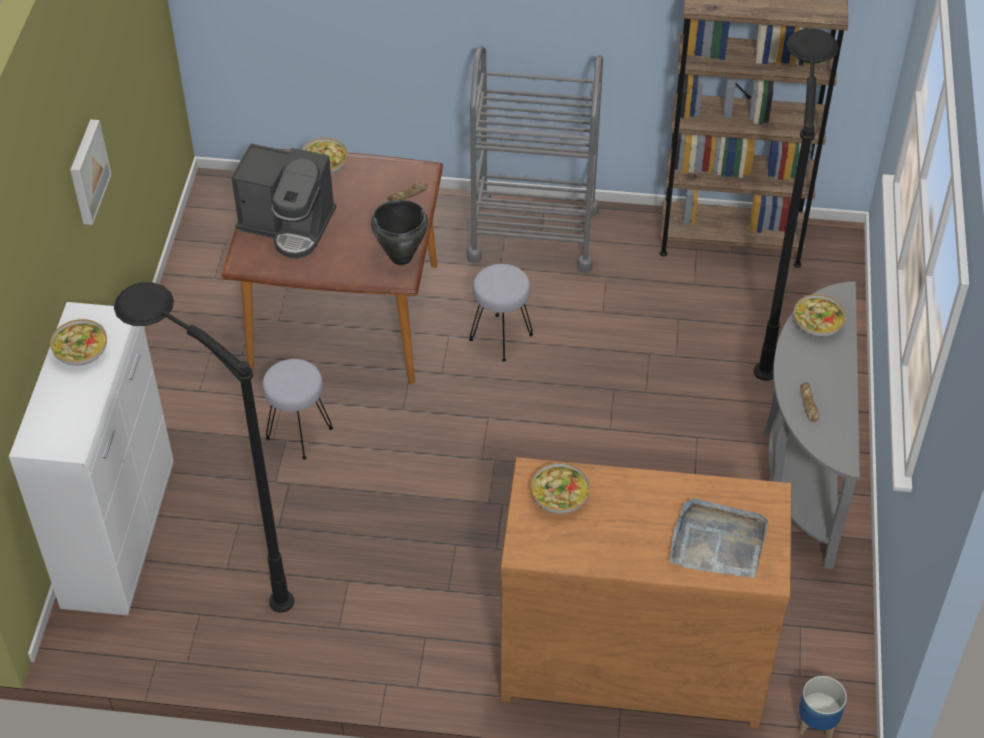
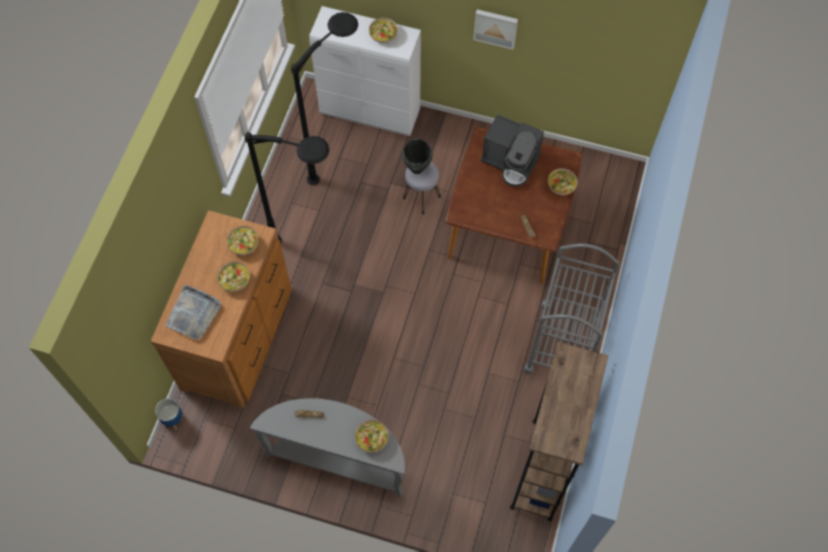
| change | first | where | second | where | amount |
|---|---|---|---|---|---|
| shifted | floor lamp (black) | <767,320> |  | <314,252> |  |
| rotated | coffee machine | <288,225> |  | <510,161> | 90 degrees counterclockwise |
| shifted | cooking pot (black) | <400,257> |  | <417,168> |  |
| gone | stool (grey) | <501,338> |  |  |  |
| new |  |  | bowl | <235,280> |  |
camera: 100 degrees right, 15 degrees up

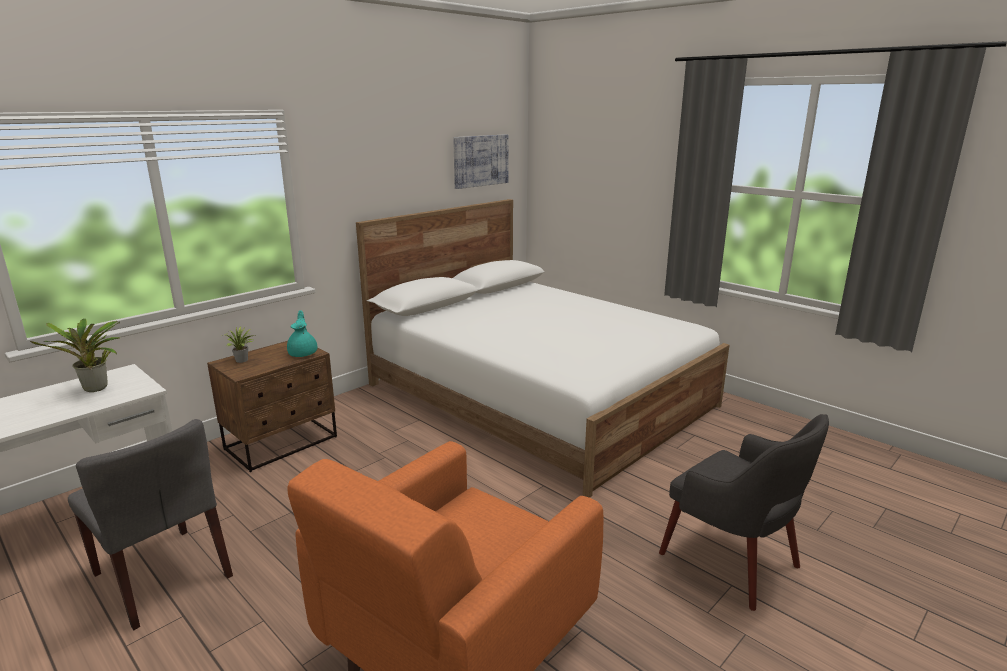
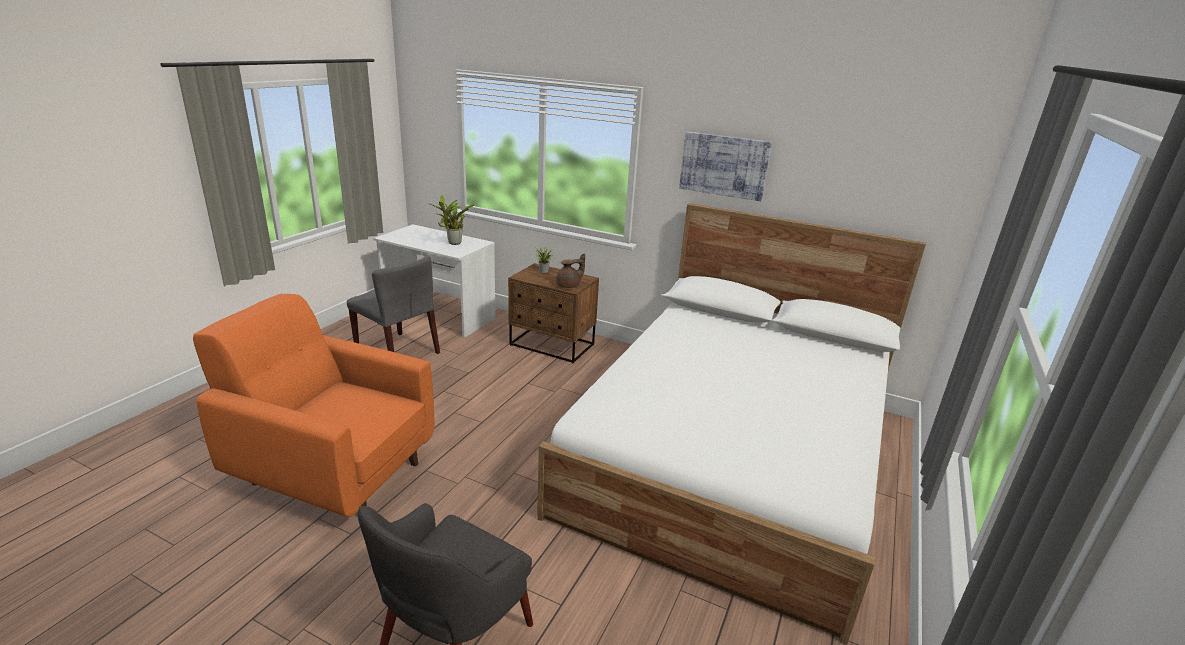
| change | first | where | second | where | amount |
|---|---|---|---|---|---|
| shifted | picture | <480,160> |  | <724,165> |  |
| repainted | teapot (turquoise) | <303,353> | teapot (brown) | <569,286> |  |
| rotated | chair (grey) | <163,575> |  | <398,352> | 75 degrees counterclockwise |
camera: 70 degrees right, 5 degrees up

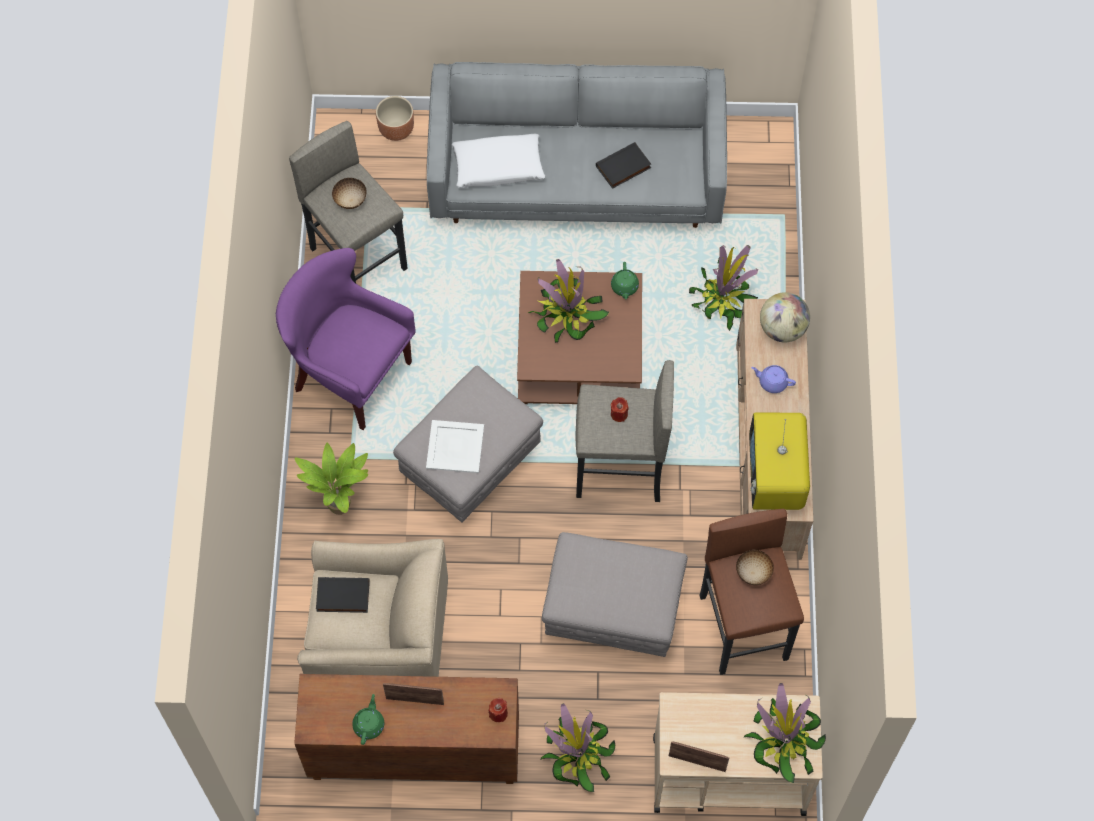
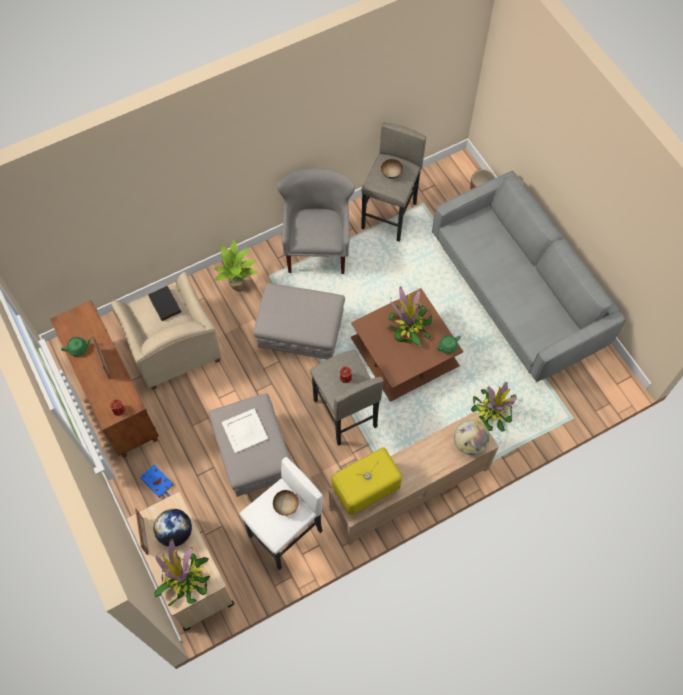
| change | first | where | second | where | amount |
|---|---|---|---|---|---|
| gone | pillow (white) | <498,167> |  |  |  |
| gone | book (black) | <623,168> |  |  |  |
| repainted | armchair (purple) | <350,374> | armchair (grey) | <317,249> |  |
| gone | teapot (purple) | <772,382> |  |  |  |
| shifted | tray (white) | <455,447> |  | <244,431> |  |
| repainted | stool (brown) | <744,627> | stool (white) | <286,533> |  |
| swapped | potted plant | <577,754> | book (blue) | <158,482> |  |
| new |  |  | globe | <175,532> |  |
camera: 60 degrees right, 0 degrees up

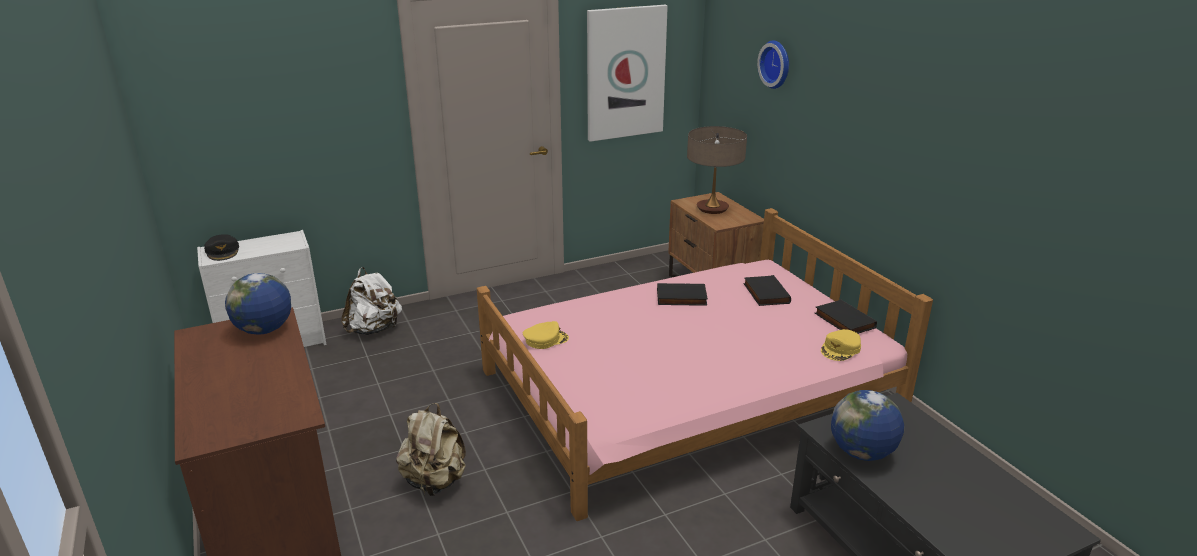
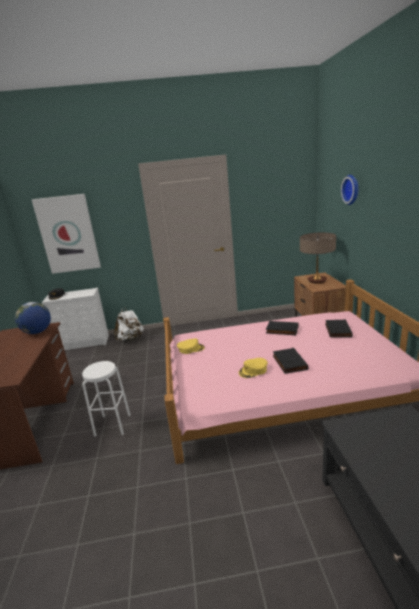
| change | first | where | second | where | amount |
|---|---|---|---|---|---|
| shifted | picture | <625,73> |  | <68,234> |  |
| shifted | book (black) | <843,321> |  | <288,362> |  |
| shifted | cap (yellow) | <840,349> |  | <253,370> |  |
| gone | globe | <862,453> |  |  |  |
| swapped | backpack (beige) | <435,481> | stool (white) | <113,425> |  |
camera: 20 degrees right, 5 degrees down

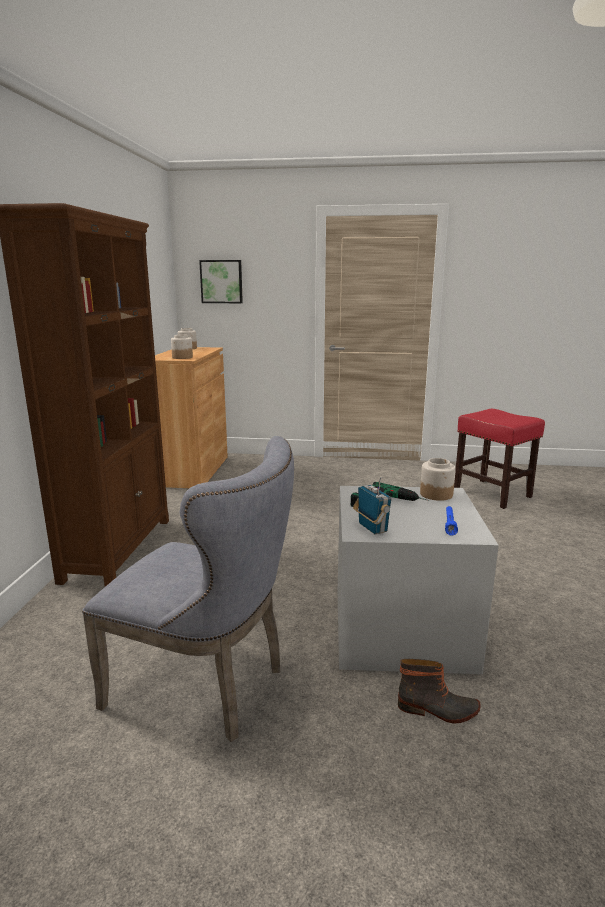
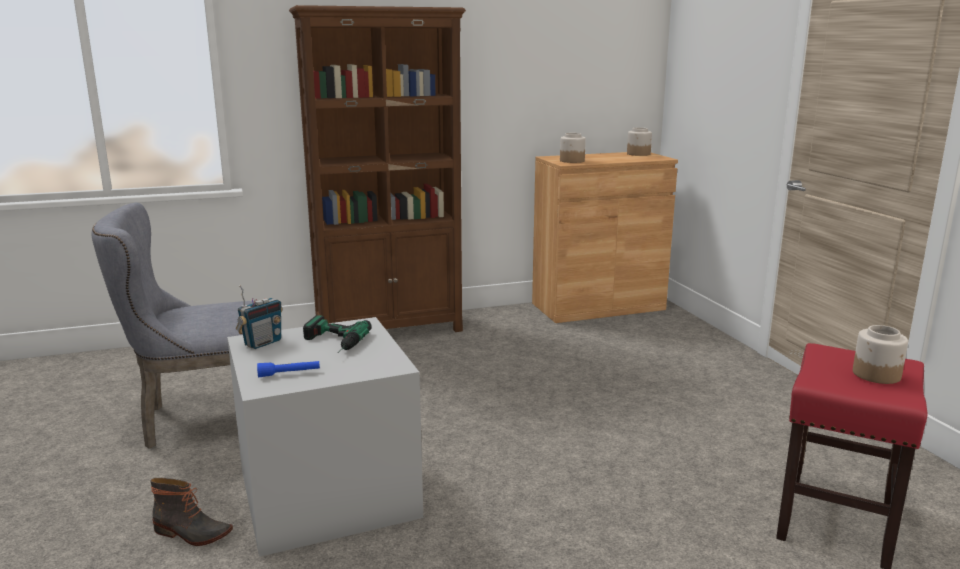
| change | first | where | second | where | amount |
|---|---|---|---|---|---|
| gone | picture | <221,281> |  |  |  |
| rotated | chair (grey) | <208,686> |  | <203,419> | 75 degrees clockwise |
| shifted | jar | <436,494> |  | <877,375> |  |
| rotated | boot | <438,710> |  | <192,534> | 60 degrees counterclockwise |
camera: 65 degrees right, 0 degrees up

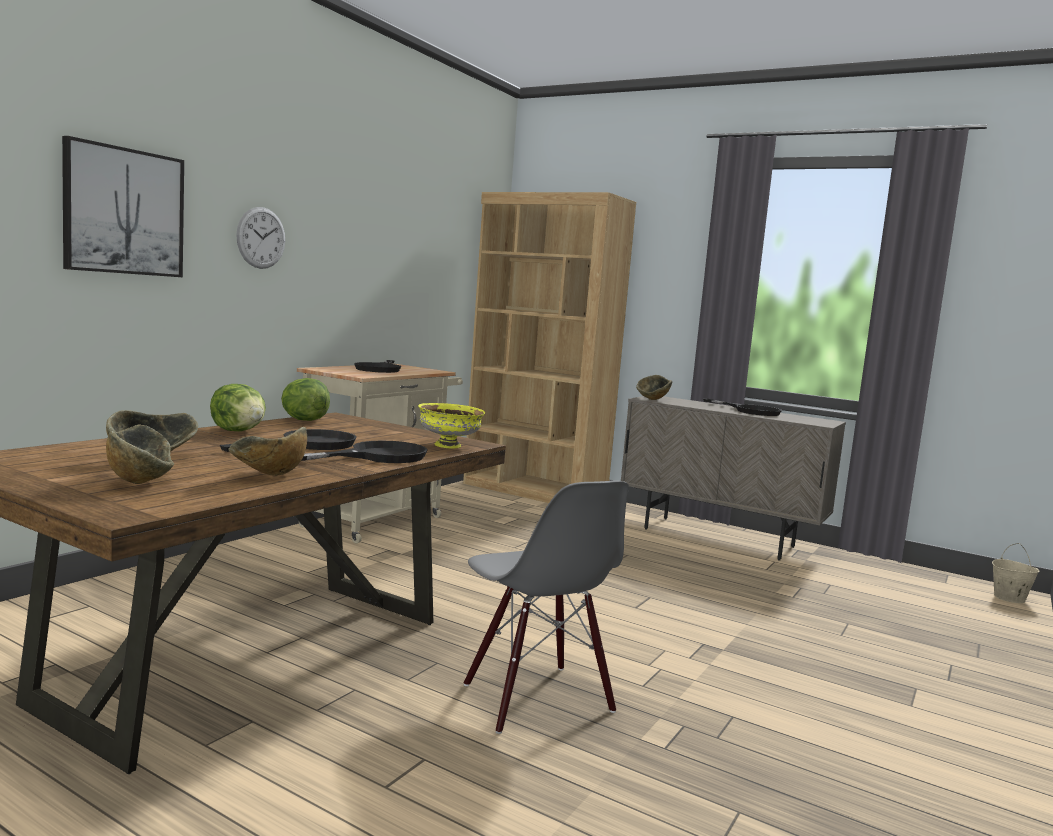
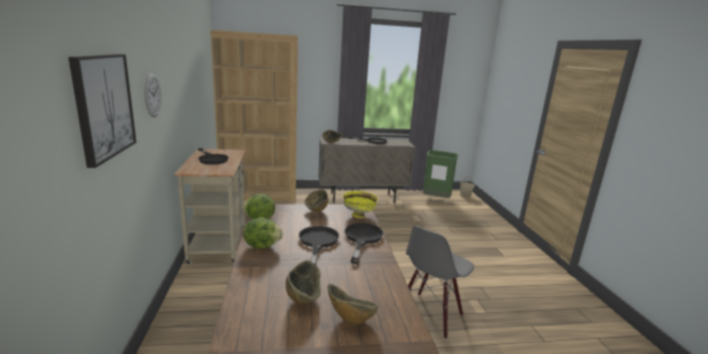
| change | first | where | second | where | amount |
|---|---|---|---|---|---|
| shifted | bowl | <270,475> |  | <316,212> |  |
| rotated | chair (grey) | <536,698> |  | <430,314> | 105 degrees clockwise |
| new |  |  | trash can (green) | <436,199> |  |
camera: 40 degrees left, 10 degrees up

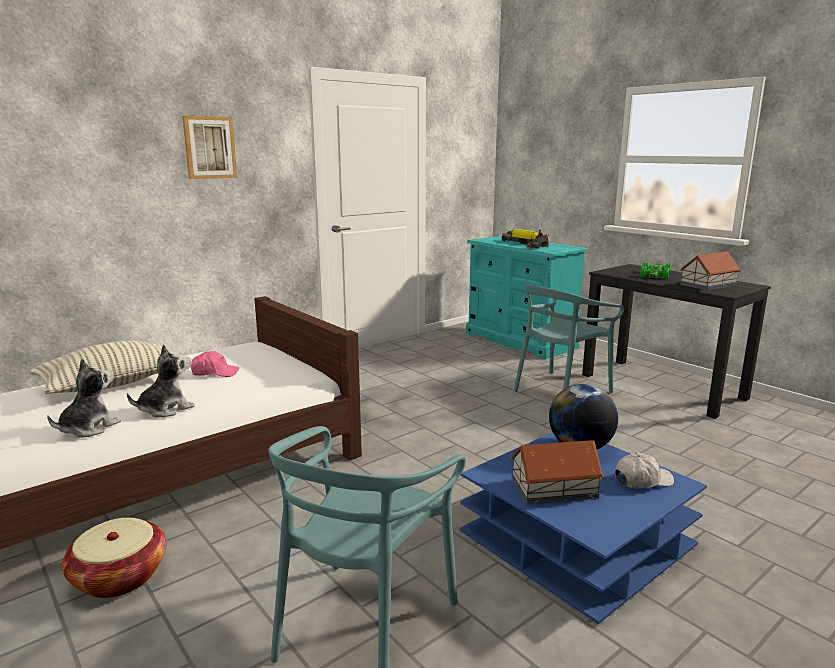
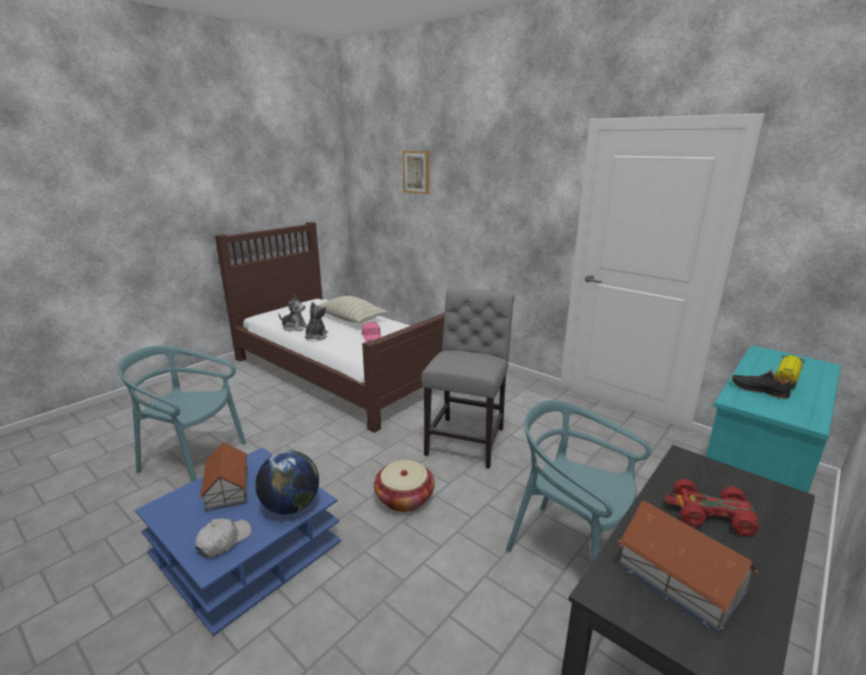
| change | first | where | second | where | amount |
|---|---|---|---|---|---|
| shifted | picture | <209,147> |  | <416,172> |  |
| repainted | toy car (green) | <655,275> | toy car (red) | <709,514> |  |
| rotated | plush toy | <166,409> |  | <316,336> | 120 degrees counterclockwise |
| rotated | cap (white) | <642,480> |  | <223,541> | 120 degrees counterclockwise |
| shifted | basket | <120,577> |  | <404,498> |  |
| new |  |  | chair (grey) | <467,439> |  |
camera: 80 degrees right, 5 degrees up

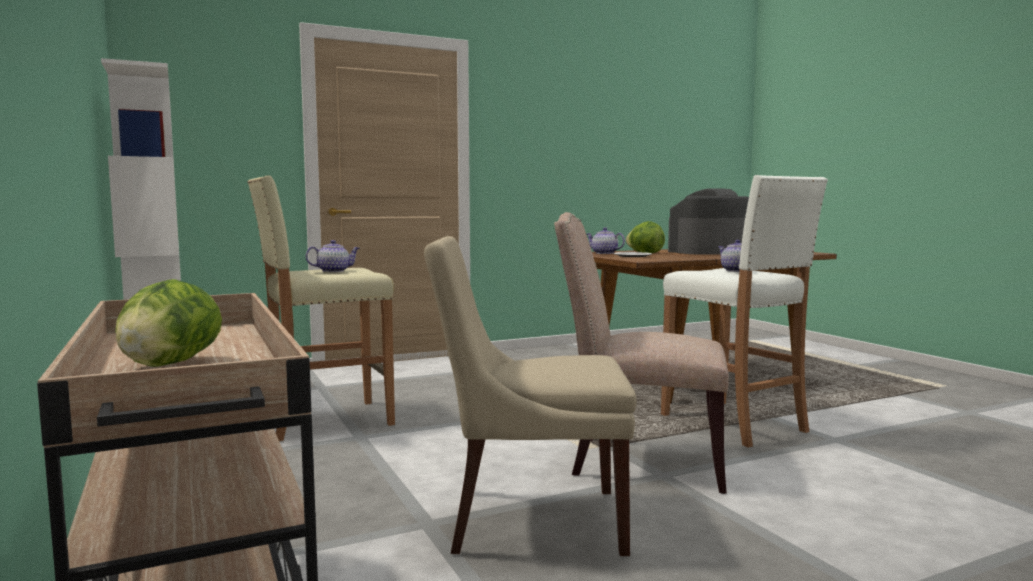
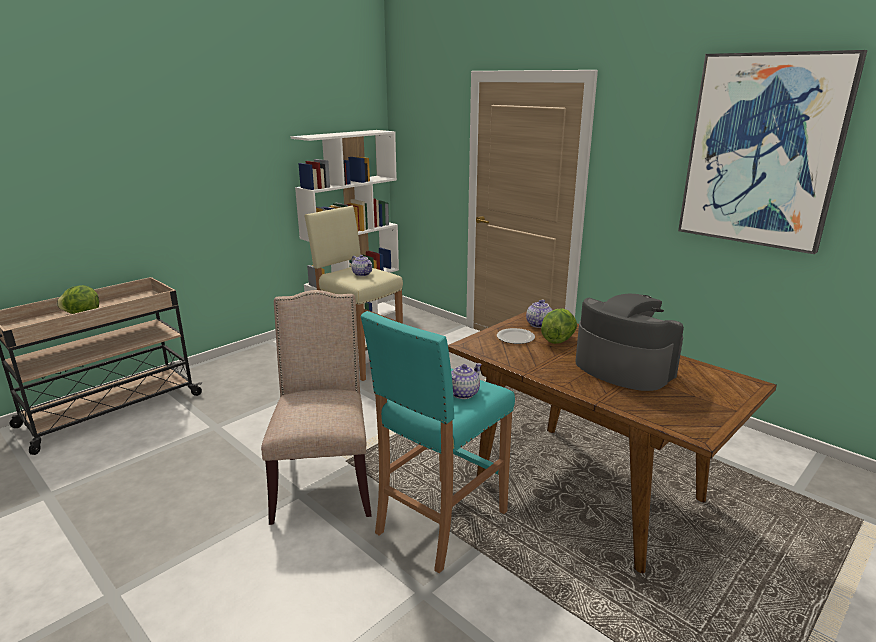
| change | first | where | second | where | amount |
|---|---|---|---|---|---|
| repainted | stool (white) | <733,424> | stool (turquoise) | <440,522> |  |
| gone | chair (beige) | <529,520> |  |  |  |
| new |  |  | picture | <762,151> |  |
camera: 70 degrees right, 15 degrees up

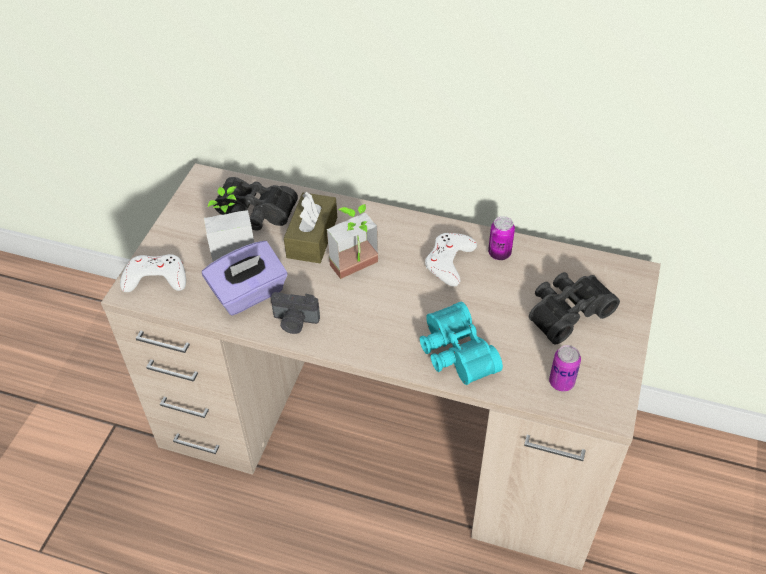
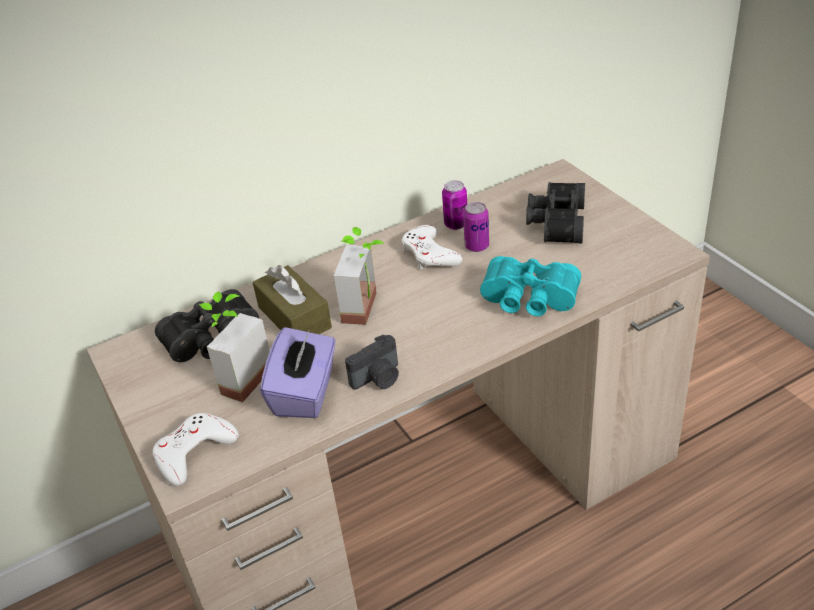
| change | first | where | second | where | amount |
|---|---|---|---|---|---|
| shifted | can | <561,382> |  | <477,246> |  |
camera: 45 degrees left, 10 degrees down

